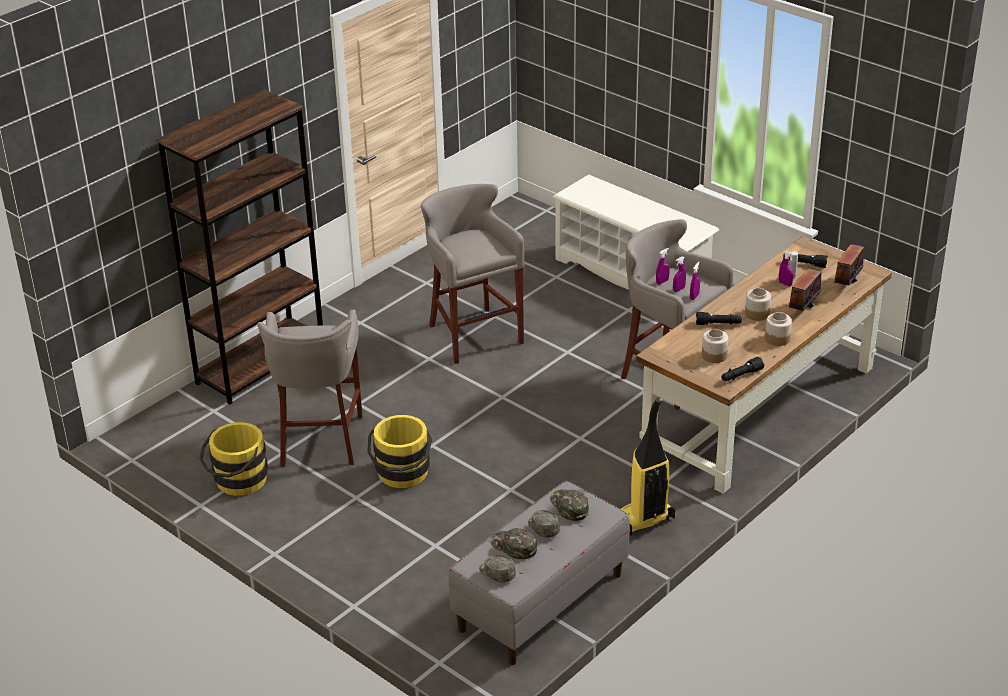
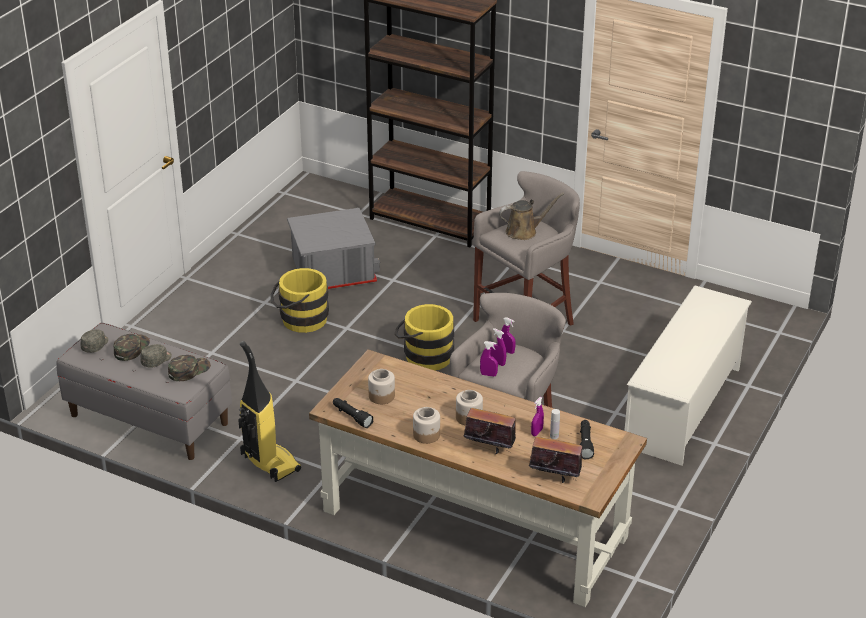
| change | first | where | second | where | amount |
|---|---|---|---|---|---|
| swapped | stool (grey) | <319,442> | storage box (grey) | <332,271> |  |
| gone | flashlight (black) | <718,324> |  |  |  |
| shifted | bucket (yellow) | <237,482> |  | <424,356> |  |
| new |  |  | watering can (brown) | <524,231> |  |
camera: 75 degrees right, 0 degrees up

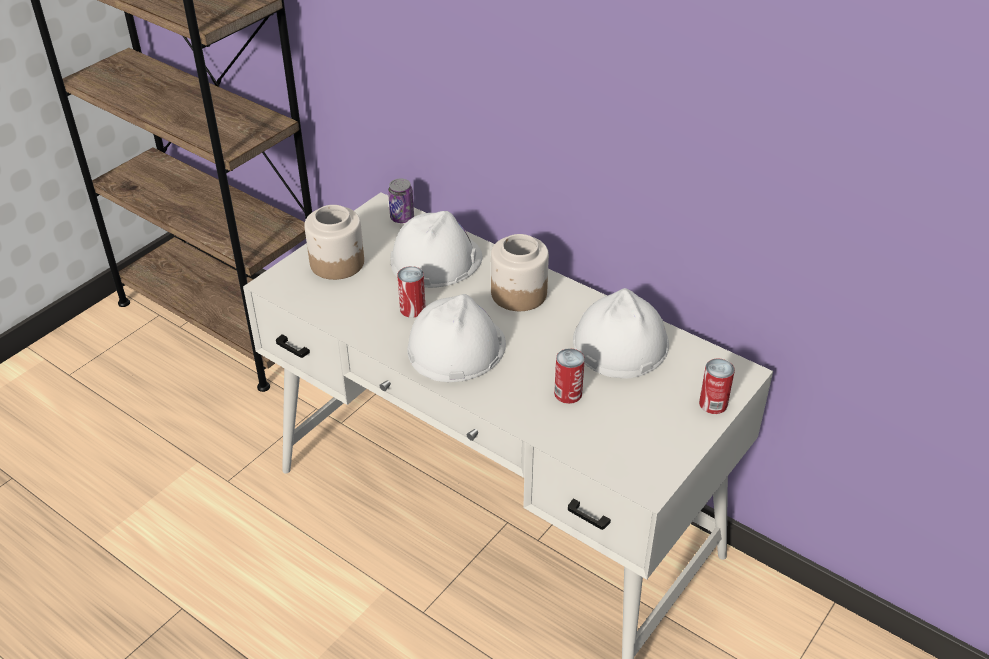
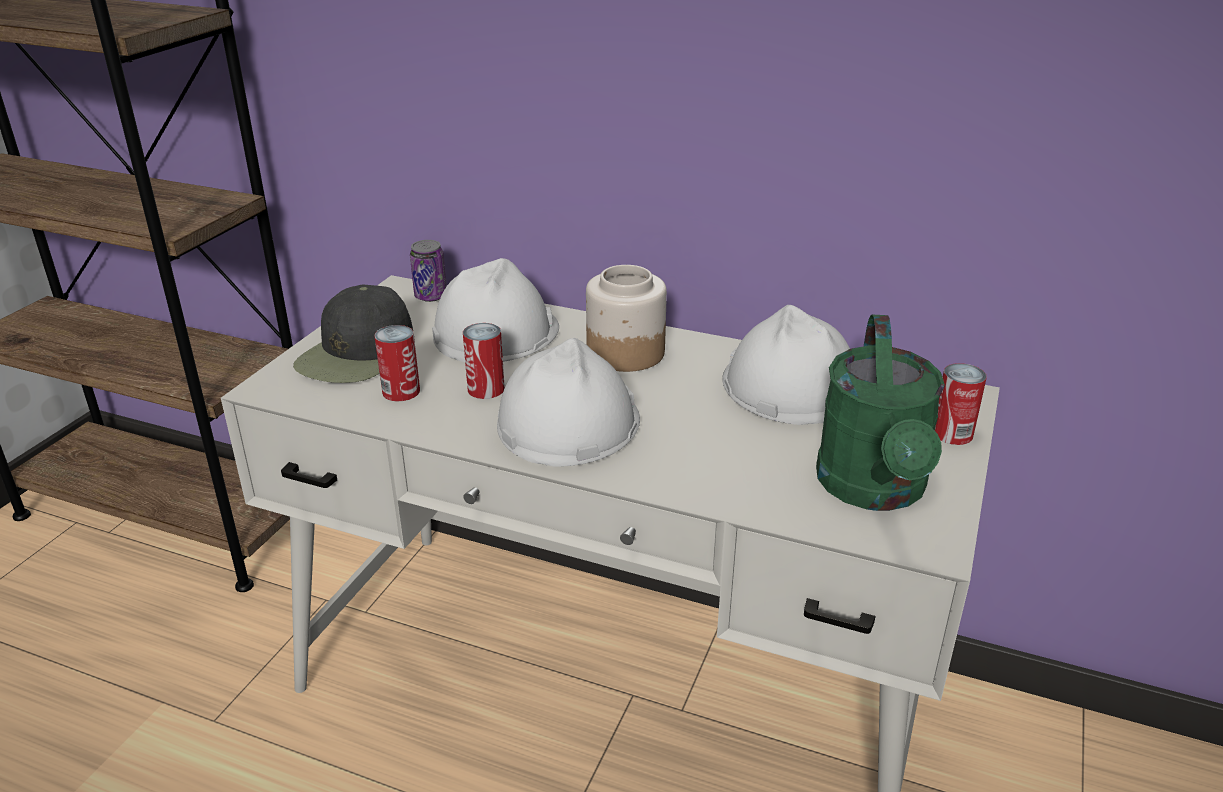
| change | first | where | second | where | amount |
|---|---|---|---|---|---|
| swapped | jar | <338,263> | cap (black) | <357,353> |  |
| shifted | can | <568,393> |  | <401,391> |  |
| new |  |  | watering can (green) | <874,490> |  |
camera: 15 degrees left, 10 degrees down

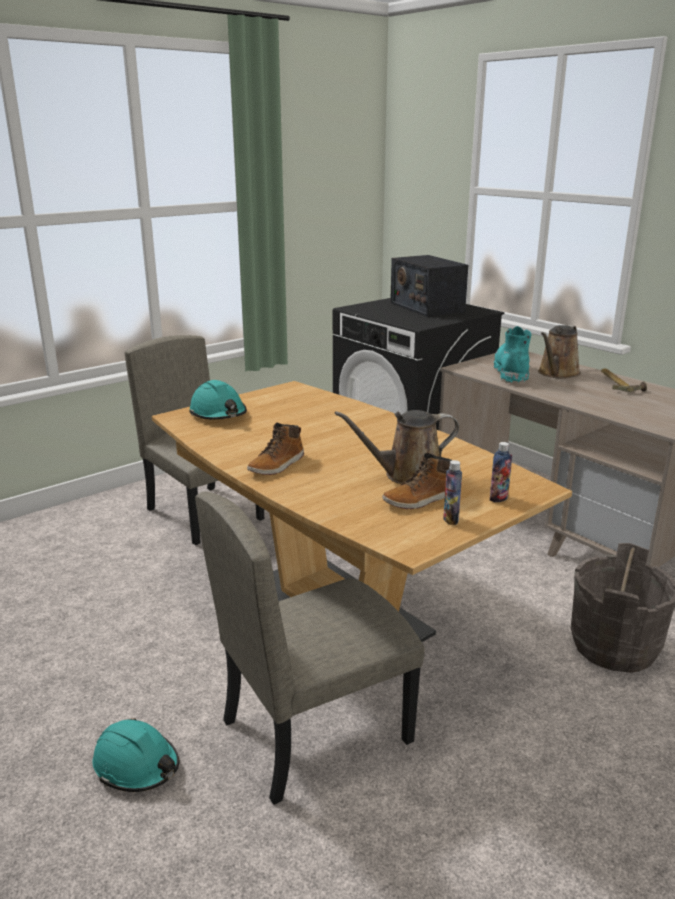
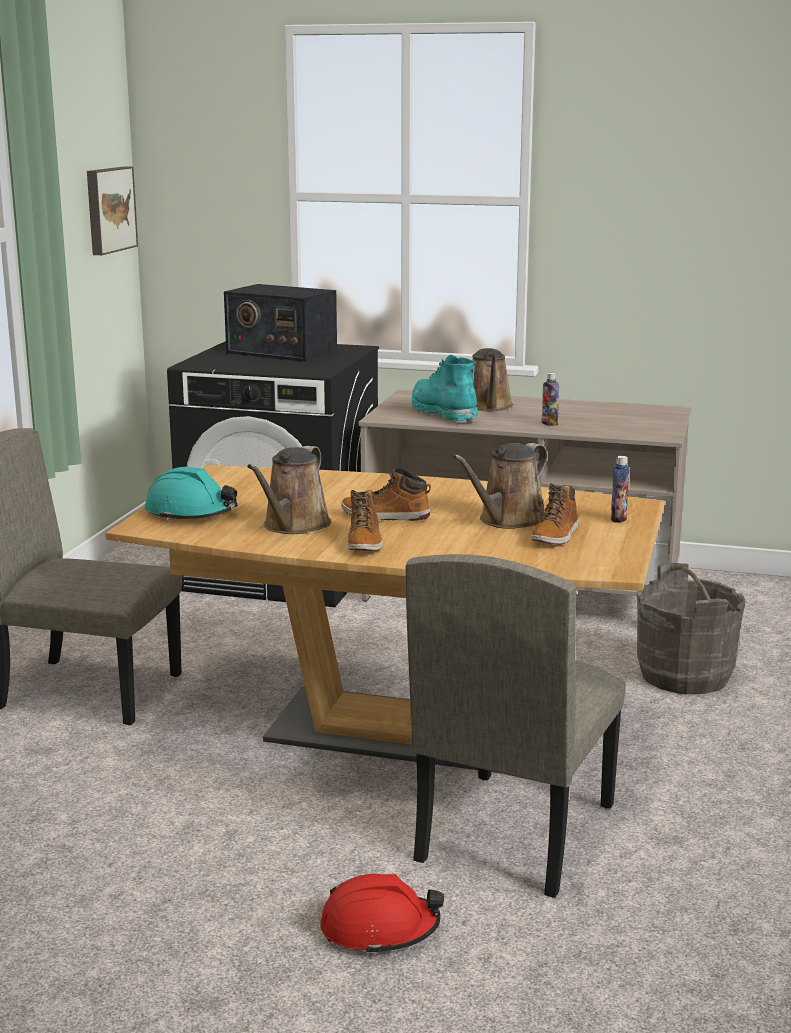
| change | first | where | second | where | amount |
|---|---|---|---|---|---|
| gone | hammer | <619,383> |  |  |  |
| shifted | bottle | <451,519> |  | <549,424> |  |
| repainted | hard hat (turquoise) | <137,765> | hard hat (red) | <379,929> |  |
| new |  |  | picture | <108,209> |  |
| new |  |  | watering can (brown) | <293,526> |  |
| new |  |  | boot | <385,516> |  |
camera: 35 degrees left, 5 degrees down

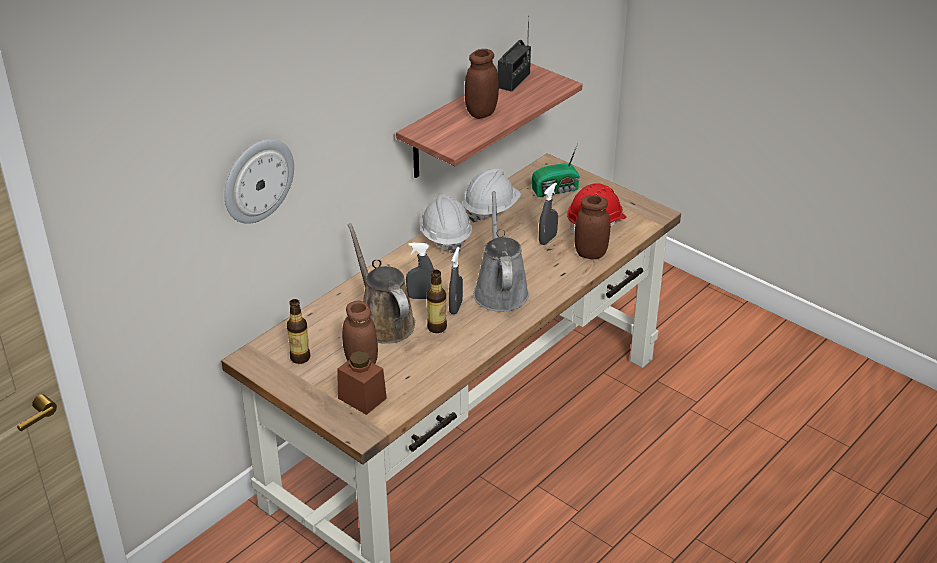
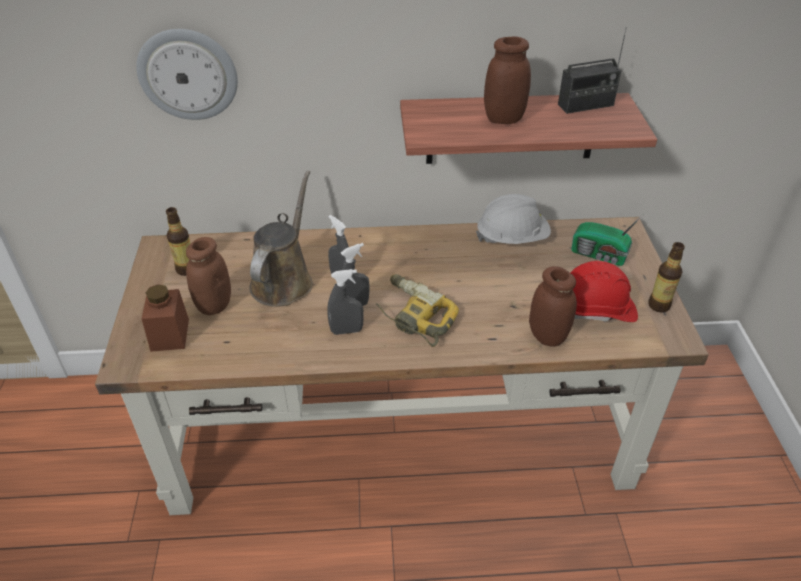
| change | first | where | second | where | amount |
|---|---|---|---|---|---|
| shifted | spray bottle (grey) | <547,239> |  | <346,331> |  |
| swapped | watering can (grey) | <500,290> | power drill | <413,316> |  |
| gone | hard hat (white) | <445,237> |  |  |  |
| shifted | bottle | <437,327> |  | <659,305> |  |
camera: 45 degrees right, 5 degrees up

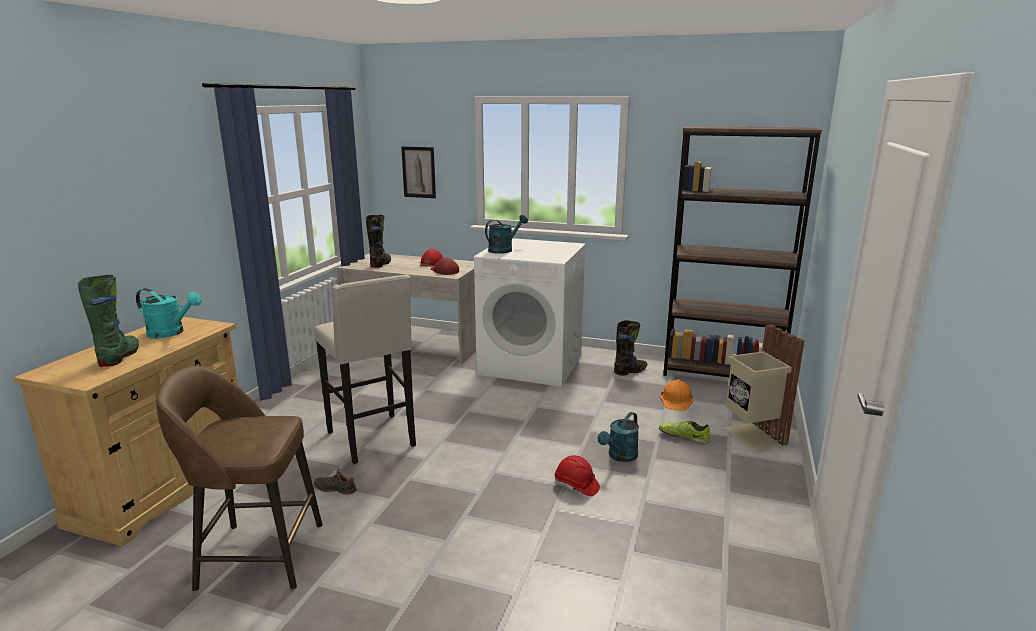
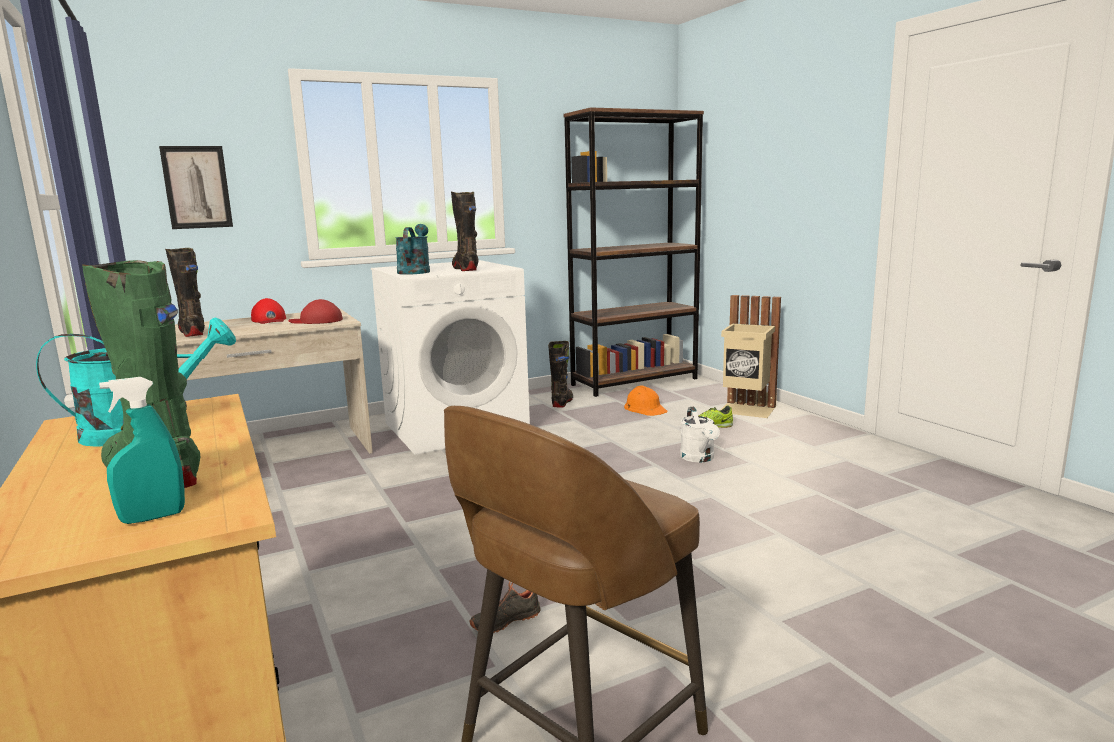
| change | first | where | second | where | amount |
|---|---|---|---|---|---|
| gone | stool (beige) | <373,439> |  |  |  |
| repainted | watering can (turquoise) | <620,456> | watering can (white) | <699,458> |  |
| gone | hard hat (red) | <576,486> |  |  |  |
| new |  |  | boot (black) | <465,269> |  |
| new |  |  | spray bottle (turquoise) | <153,517> |  |
camera: 45 degrees left, 5 degrees down

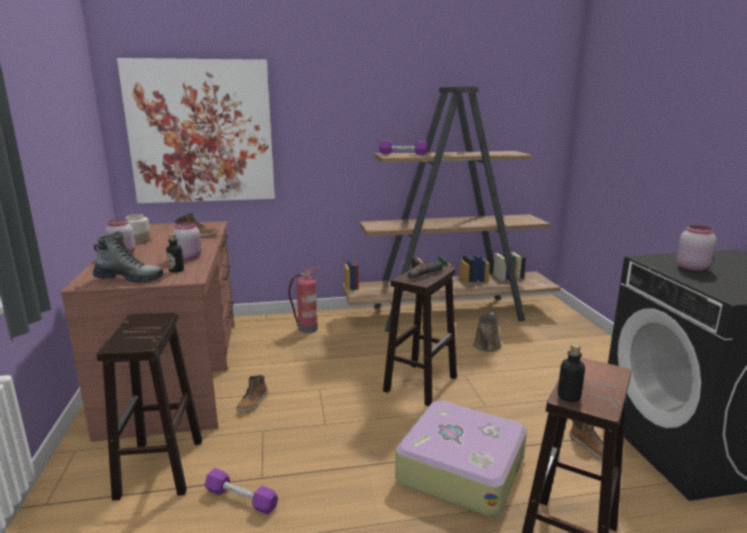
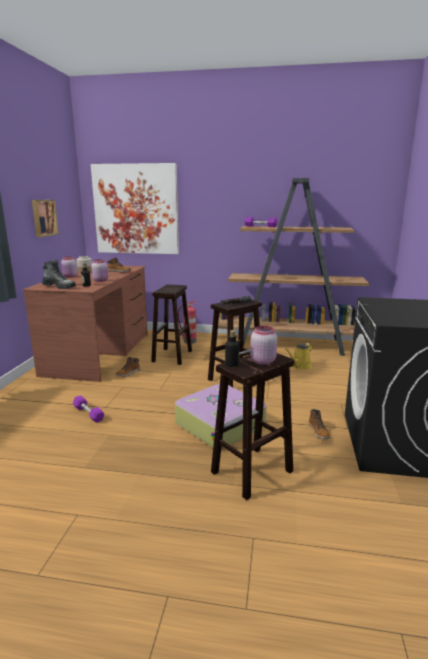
| change | first | where | second | where | amount |
|---|---|---|---|---|---|
| shifted | jar (pink) | <691,267> |  | <262,361> |  |
| repainted | watering can (brown) | <486,346> | watering can (yellow) | <300,366> |  |
| shifted | stool (brown) | <160,469> |  | <172,356> |  |
| new |  |  | picture | <44,217> |  |
camera: 20 degrees right, 0 degrees up

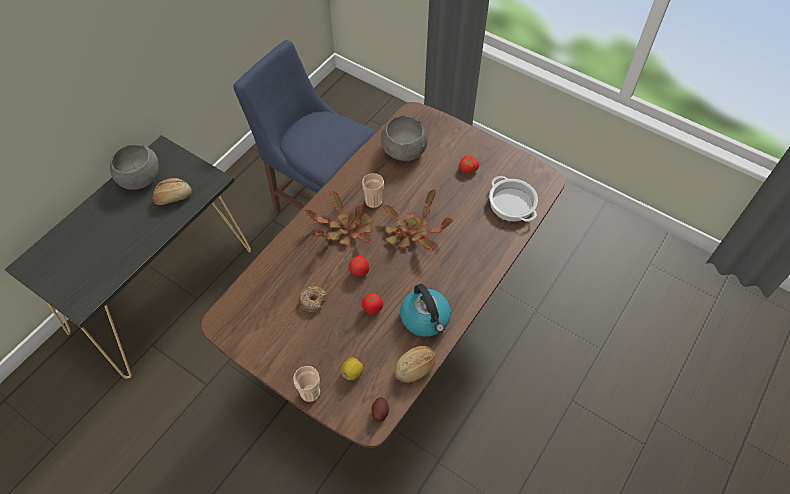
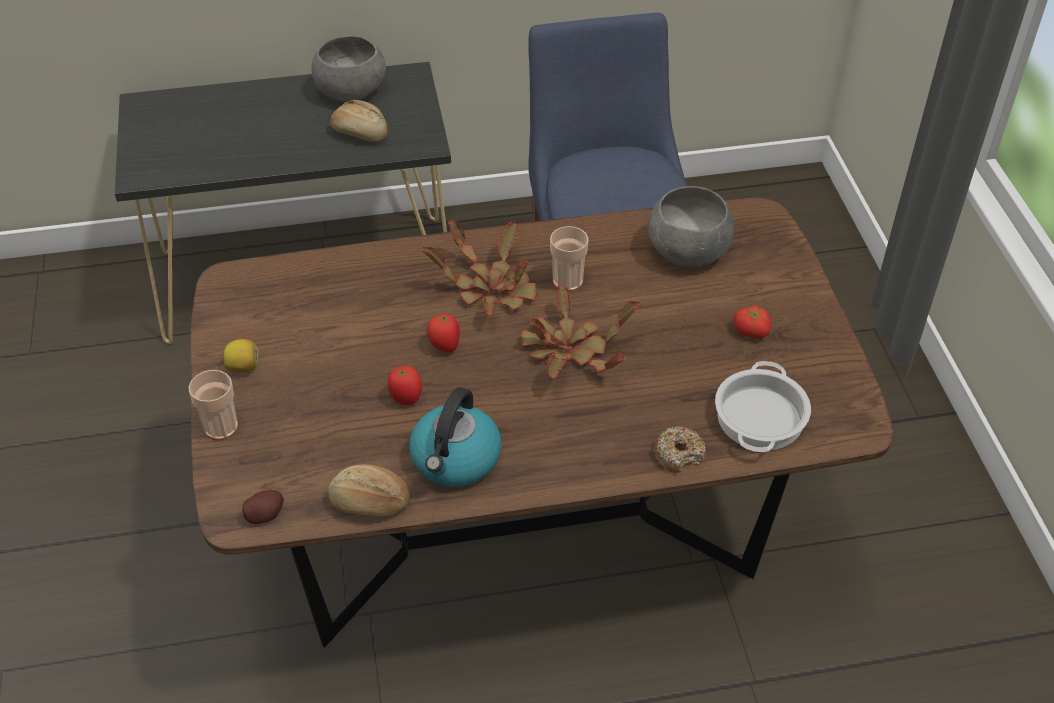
| change | first | where | second | where | amount |
|---|---|---|---|---|---|
| shifted | donut | <313,301> |  | <679,454> |  |
| shifted | lemon | <352,372> |  | <243,367> |  |
camera: 45 degrees right, 10 degrees down

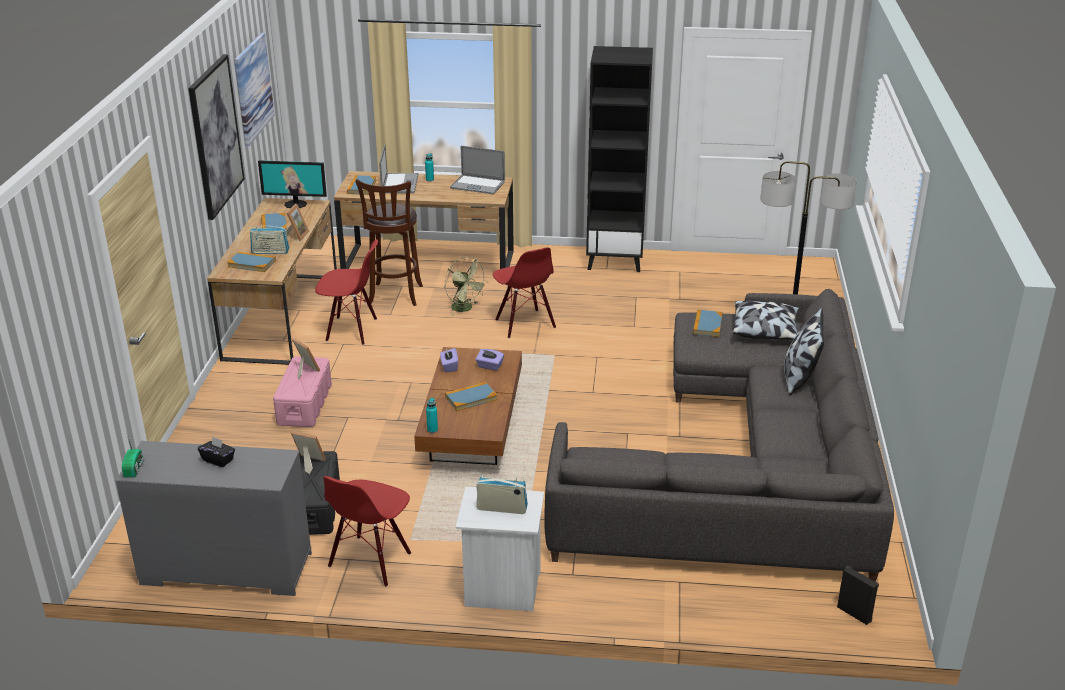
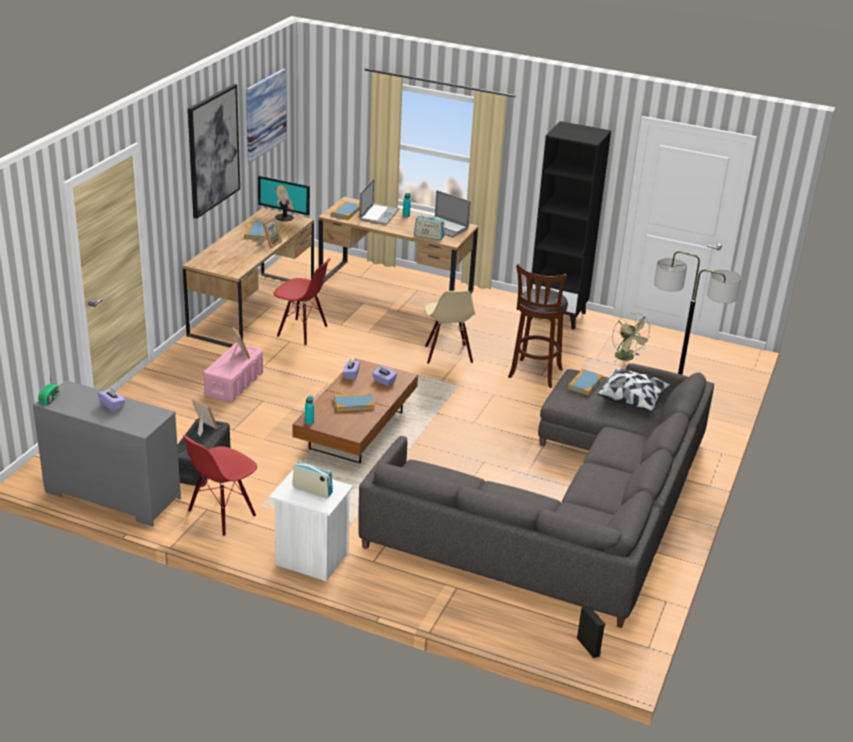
| change | first | where | second | where | amount |
|---|---|---|---|---|---|
| shifted | stool (brown) | <395,296> |  | <534,375> |  |
| shifted | radio | <270,252> |  | <428,236> |  |
| repainted | chair (red) | <524,324> | chair (beige) | <447,354> |  |
| gone | book | <252,264> |  |  |  |
| shifted | fan (green) | <465,309> |  | <627,358> |  |
| gone | pillow | <799,378> |  |  |  |
| repainted | tissue box (black) | <218,460> | tissue box (purple) | <112,406> |  |
camera: 15 degrees right, 0 degrees up

